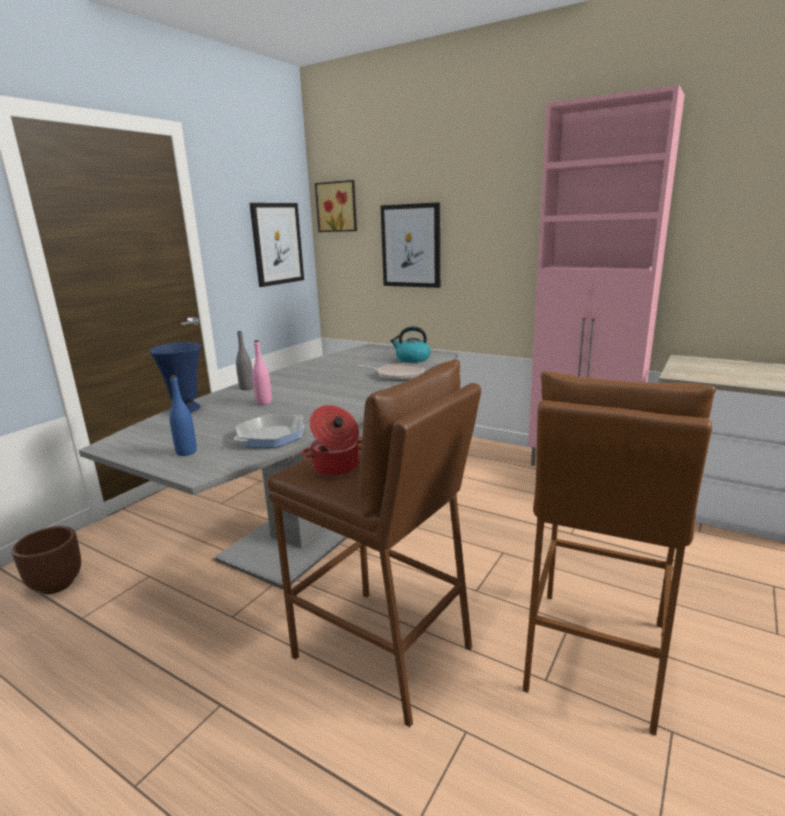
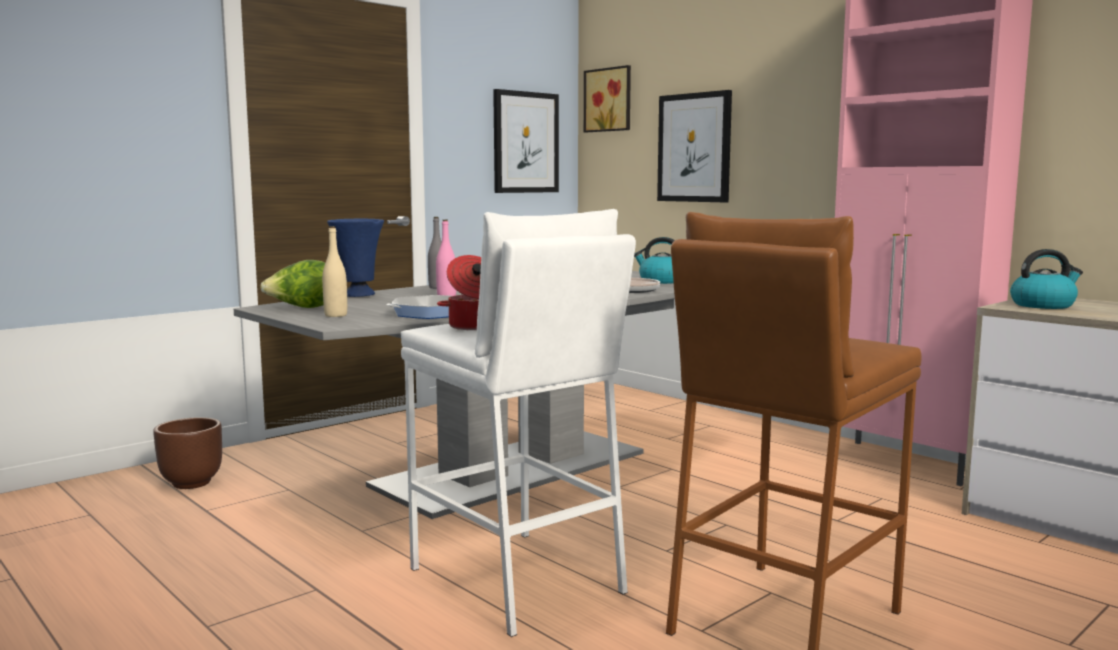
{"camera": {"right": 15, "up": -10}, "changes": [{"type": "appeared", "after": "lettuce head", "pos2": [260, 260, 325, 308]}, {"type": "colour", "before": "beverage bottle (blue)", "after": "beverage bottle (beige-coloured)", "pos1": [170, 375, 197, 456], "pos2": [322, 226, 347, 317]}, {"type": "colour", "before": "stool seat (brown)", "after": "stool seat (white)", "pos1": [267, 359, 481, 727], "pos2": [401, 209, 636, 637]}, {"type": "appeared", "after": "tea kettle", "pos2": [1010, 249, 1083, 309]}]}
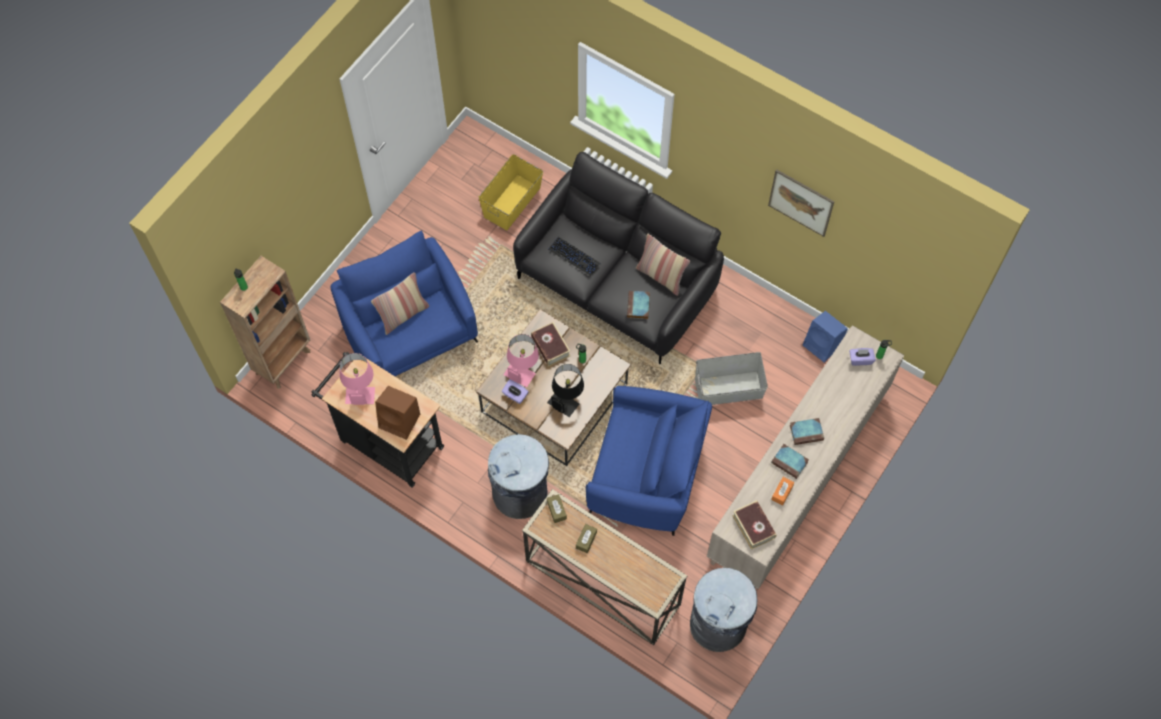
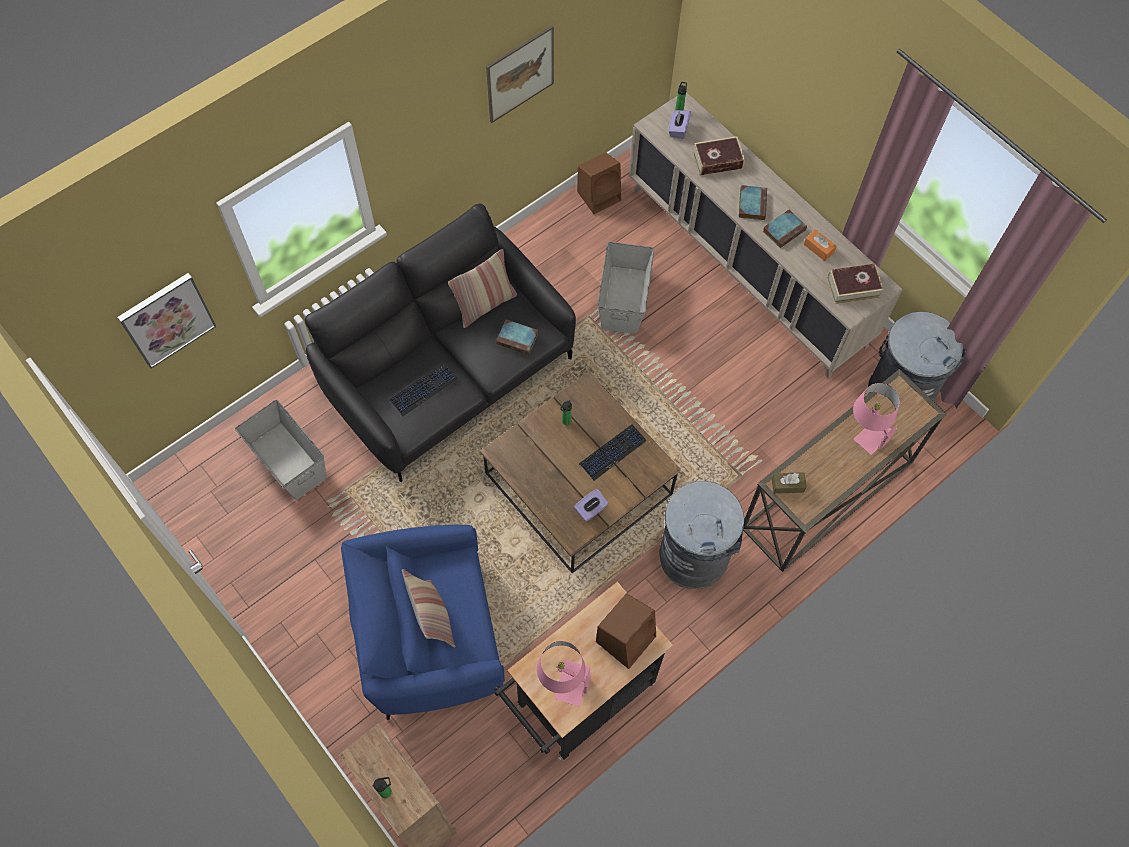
{"camera": {"right": -75, "up": 0}, "changes": [{"type": "appeared", "after": "wall art", "pos2": [118, 273, 216, 368]}, {"type": "colour", "before": "storage container (yellow)", "after": "storage container (greyish)", "pos1": [478, 154, 543, 230], "pos2": [235, 400, 327, 500]}, {"type": "colour", "before": "loudspeaker (blue)", "after": "loudspeaker (brown)", "pos1": [803, 311, 848, 363], "pos2": [577, 153, 621, 214]}, {"type": "exchanged", "before": "tabletop lamp (blackish)", "after": "keyboard", "pos1": [547, 364, 584, 417], "pos2": [579, 424, 647, 481]}, {"type": "relocated", "before": "book", "pos1": [531, 322, 570, 367], "pos2": [693, 136, 745, 176]}, {"type": "relocated", "before": "tabletop lamp (pinkish)", "pos1": [504, 334, 539, 387], "pos2": [853, 383, 900, 455]}, {"type": "missing", "before": "tissue holder (brown)", "pos1": [576, 524, 597, 553]}, {"type": "missing", "before": "lounge chair (blue)", "pos1": [586, 386, 712, 536]}]}
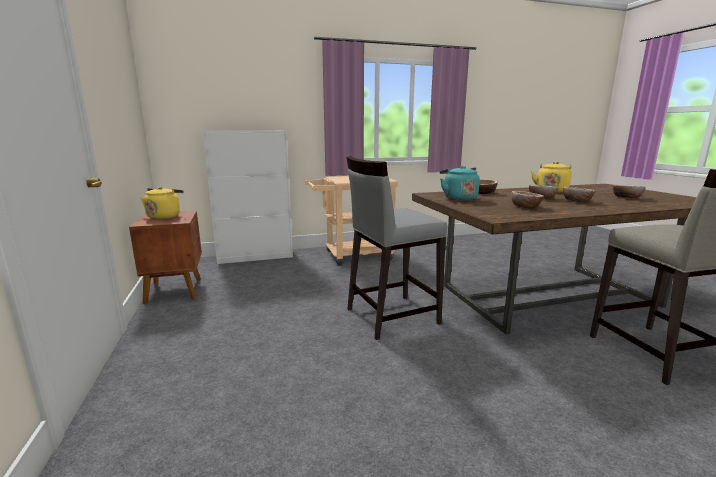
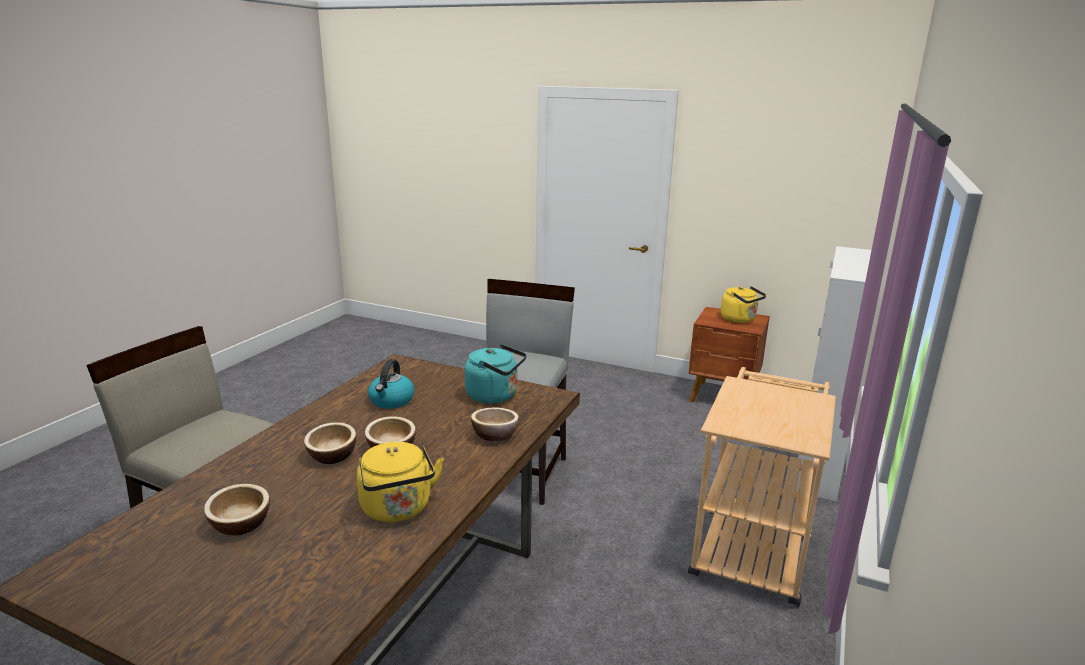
{"camera": {"right": 130, "up": 5}, "changes": [{"type": "exchanged", "before": "bowl", "after": "tea kettle", "pos1": [511, 191, 544, 208], "pos2": [368, 359, 414, 409]}]}
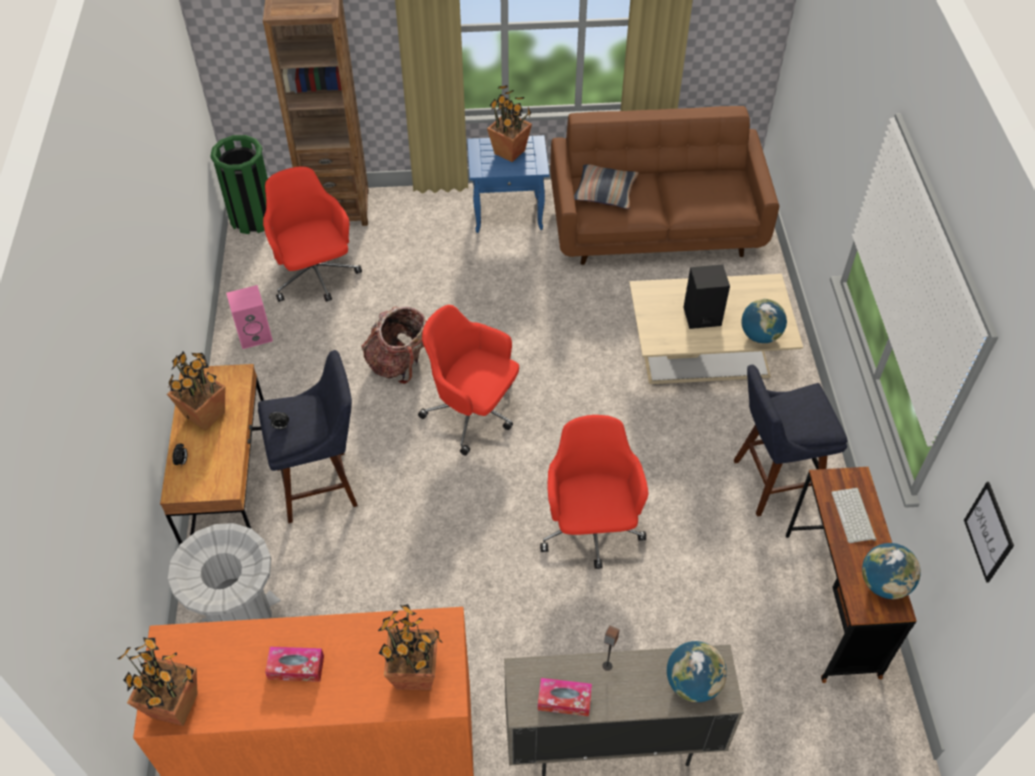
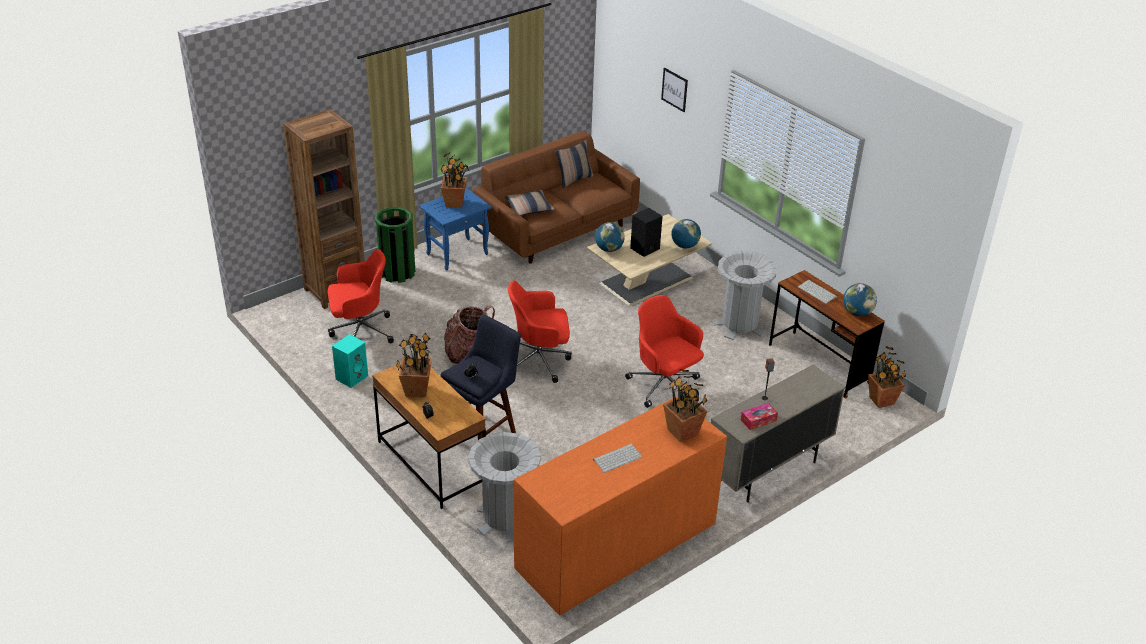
{"camera": {"right": -35, "up": -15}, "changes": [{"type": "spun", "before": "office chair (reddish)", "pos1": [263, 167, 362, 302], "pos2": [328, 249, 394, 343], "turn": 135}, {"type": "colour", "before": "loudspeaker (pinkish)", "after": "loudspeaker (blue-green)", "pos1": [226, 285, 273, 349], "pos2": [332, 334, 368, 388]}, {"type": "relocated", "before": "rubbish bin (greenish)", "pos1": [210, 135, 268, 234], "pos2": [375, 207, 415, 283]}, {"type": "appeared", "after": "cushion", "pos2": [556, 140, 593, 188]}, {"type": "exchanged", "before": "tissue holder", "after": "keyboard", "pos1": [265, 647, 324, 682], "pos2": [593, 444, 642, 473]}, {"type": "relocated", "before": "world globe", "pos1": [667, 641, 727, 702], "pos2": [595, 222, 625, 252]}, {"type": "relocated", "before": "wall art", "pos1": [964, 482, 1014, 583], "pos2": [661, 68, 688, 112]}, {"type": "exchanged", "before": "stool seat (blue)", "after": "rubbish bin (greyish)", "pos1": [734, 365, 847, 517], "pos2": [714, 251, 777, 340]}, {"type": "relocated", "before": "potted plant", "pos1": [117, 638, 197, 726], "pos2": [868, 346, 906, 408]}]}
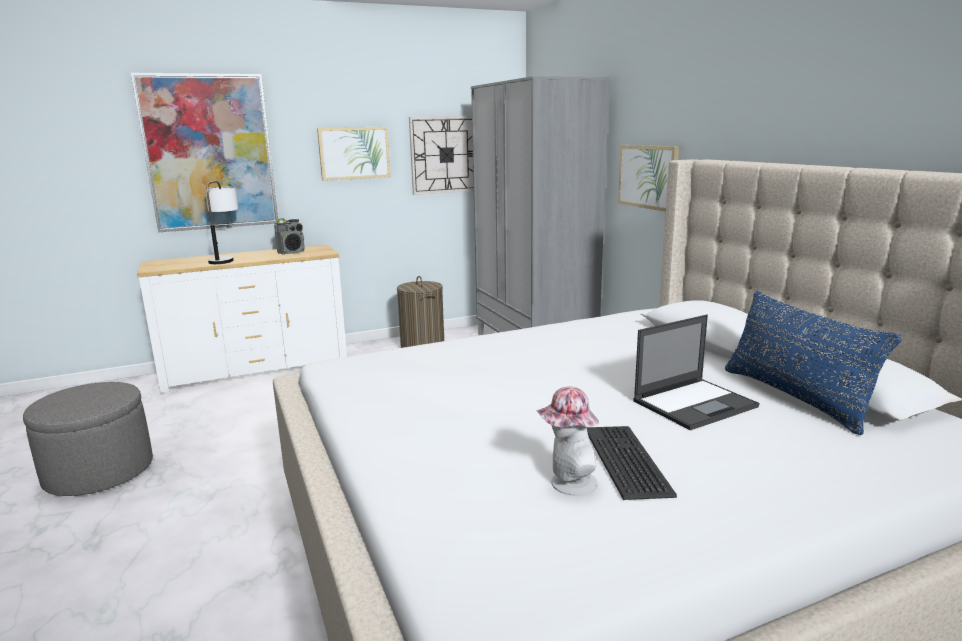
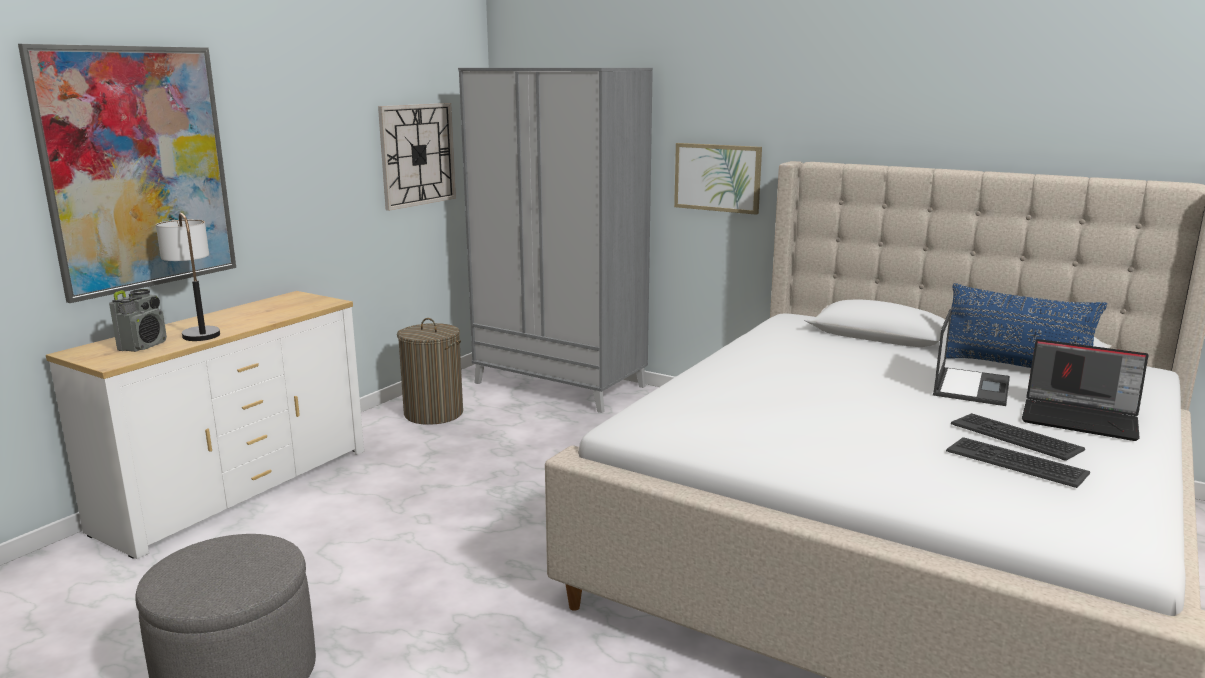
{"camera": {"right": -35, "up": 0}, "changes": [{"type": "relocated", "before": "radio receiver", "pos1": [274, 218, 305, 255], "pos2": [109, 289, 167, 352]}, {"type": "exchanged", "before": "clothing hat", "after": "keyboard", "pos1": [536, 386, 599, 496], "pos2": [946, 437, 1090, 488]}, {"type": "appeared", "after": "laptop", "pos2": [1022, 339, 1149, 441]}, {"type": "missing", "before": "wall art", "pos1": [317, 127, 391, 181]}]}
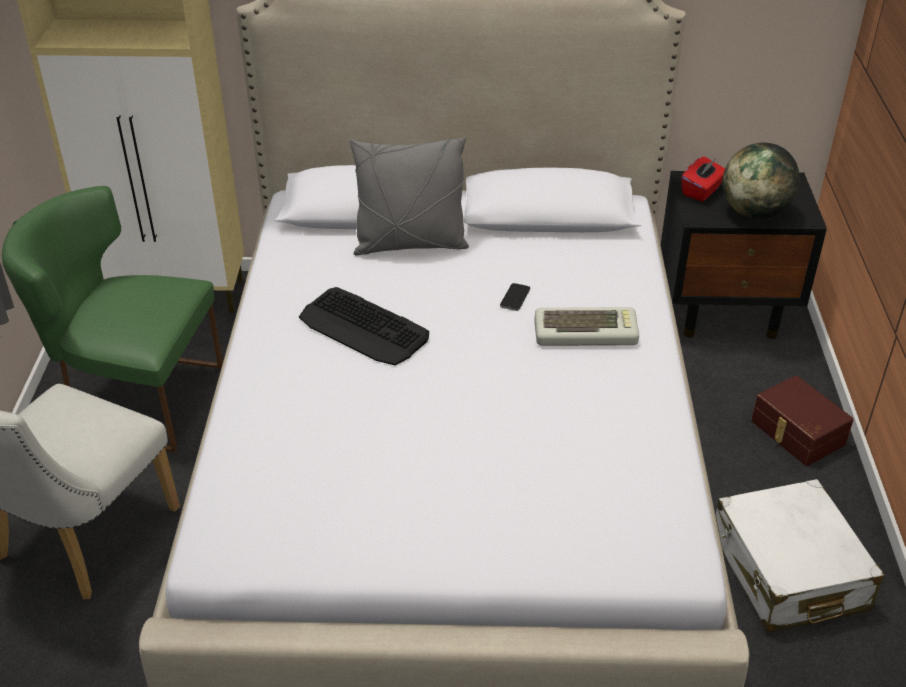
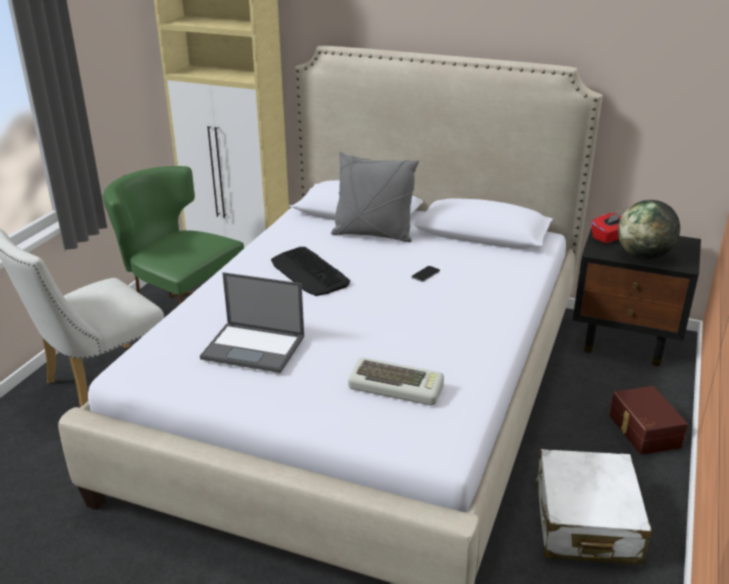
{"camera": {"right": 20, "up": -10}, "changes": [{"type": "appeared", "after": "laptop", "pos2": [200, 272, 304, 373]}, {"type": "relocated", "before": "keyboard", "pos1": [534, 307, 639, 346], "pos2": [348, 357, 444, 405]}]}
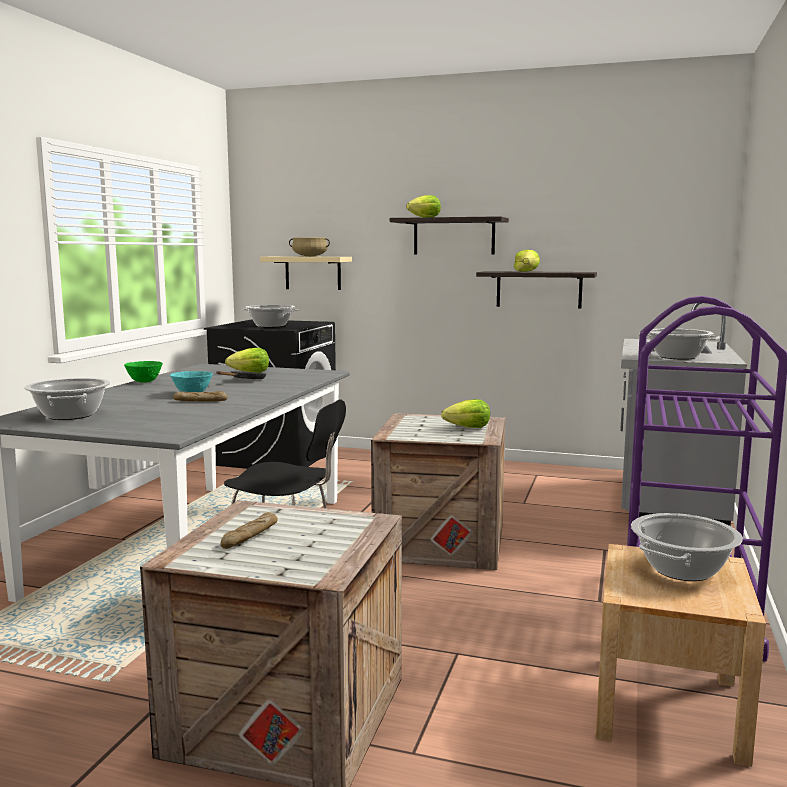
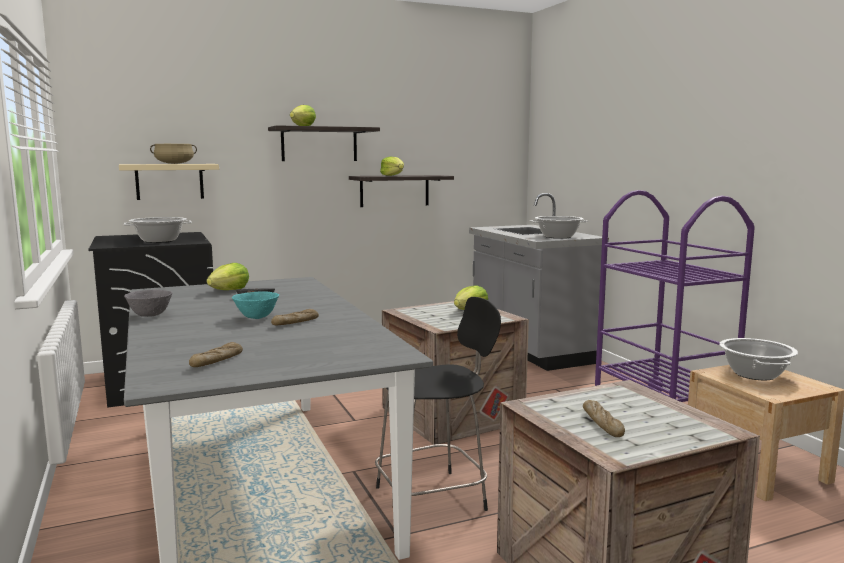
{"camera": {"right": -40, "up": 0}, "changes": [{"type": "colour", "before": "bowl (greenish)", "after": "bowl (greyish)", "pos1": [124, 361, 163, 383], "pos2": [124, 290, 172, 317]}, {"type": "exchanged", "before": "cooking pot", "after": "bread", "pos1": [24, 378, 111, 420], "pos2": [189, 342, 243, 367]}]}
